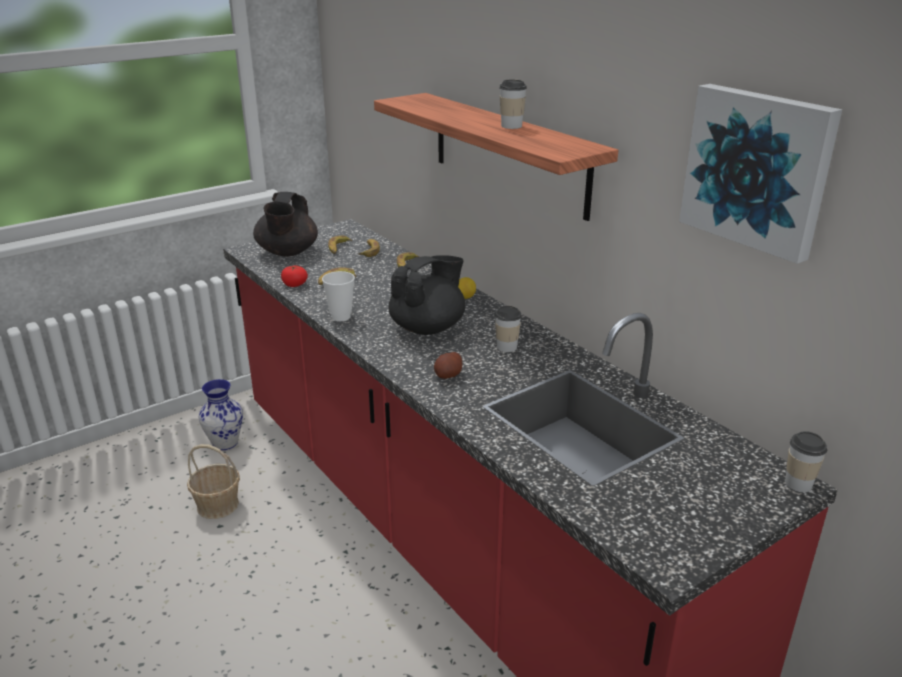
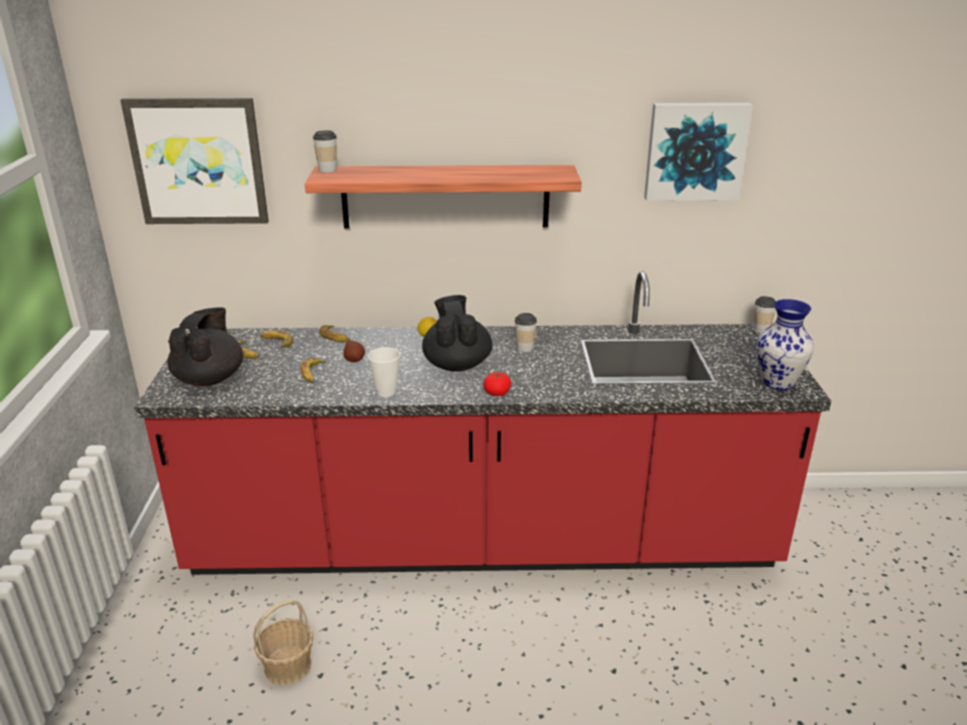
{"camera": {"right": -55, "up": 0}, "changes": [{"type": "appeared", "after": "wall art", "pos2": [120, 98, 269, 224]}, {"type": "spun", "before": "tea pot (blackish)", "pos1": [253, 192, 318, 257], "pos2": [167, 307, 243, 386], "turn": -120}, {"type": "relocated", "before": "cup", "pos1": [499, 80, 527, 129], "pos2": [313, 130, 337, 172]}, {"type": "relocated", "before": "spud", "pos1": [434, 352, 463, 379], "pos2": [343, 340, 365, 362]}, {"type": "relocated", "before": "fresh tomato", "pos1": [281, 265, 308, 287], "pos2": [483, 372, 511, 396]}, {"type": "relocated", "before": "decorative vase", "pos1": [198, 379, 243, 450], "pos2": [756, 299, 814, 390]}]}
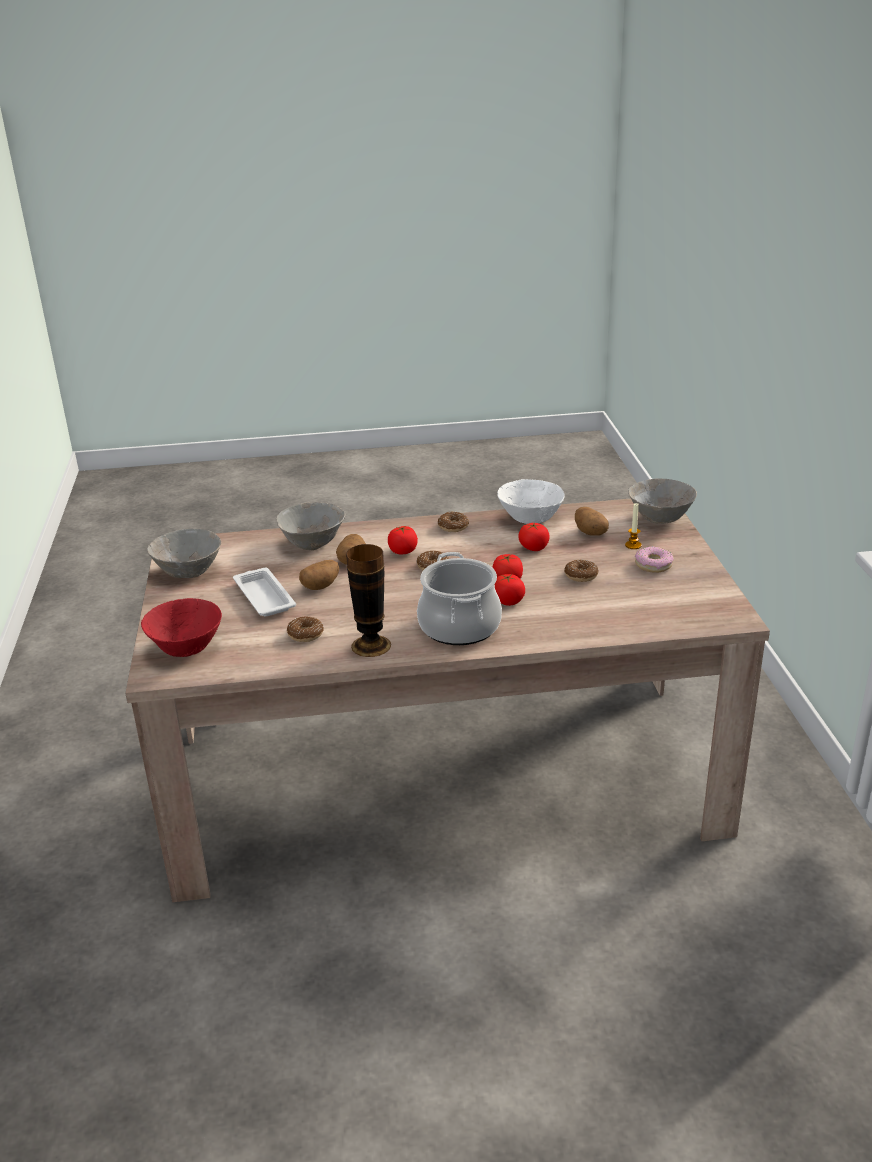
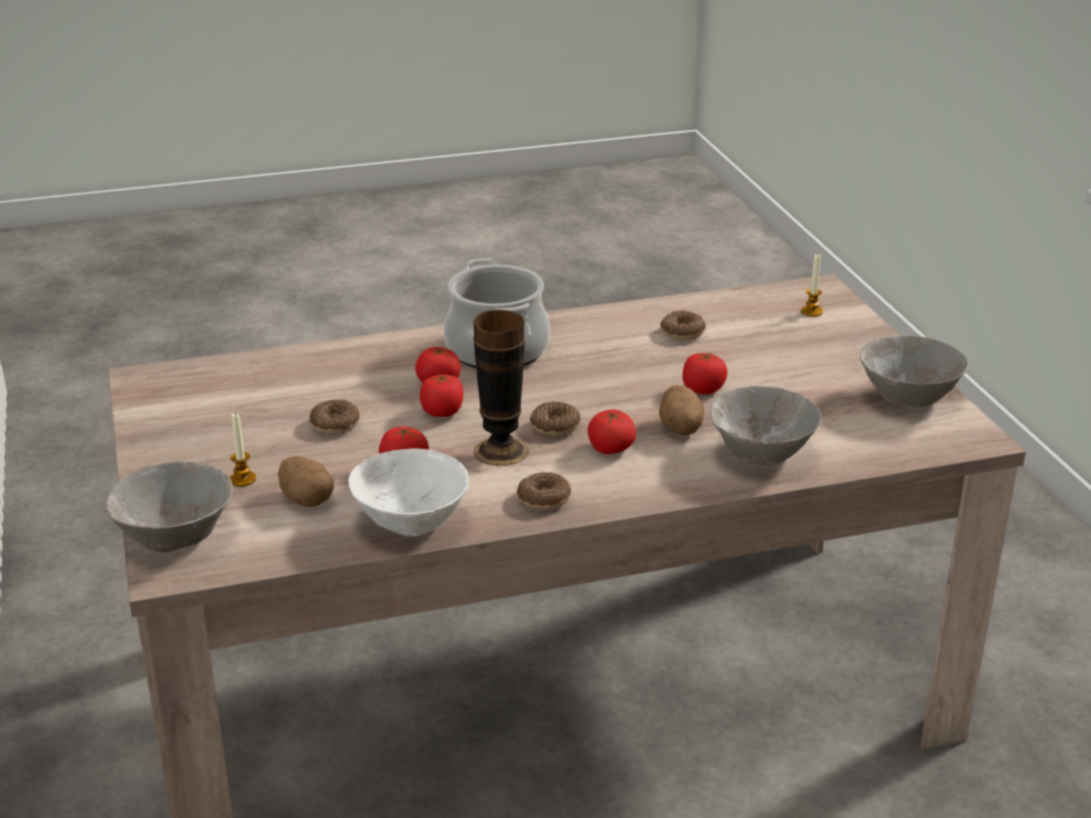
{"camera": {"right": 170, "up": 0}, "changes": [{"type": "relocated", "before": "decorative vase", "pos1": [346, 544, 391, 657], "pos2": [473, 310, 529, 466]}, {"type": "exchanged", "before": "spud", "after": "fresh tomato", "pos1": [299, 560, 339, 590], "pos2": [682, 353, 728, 394]}, {"type": "exchanged", "before": "bowl (reddish)", "after": "wax candle", "pos1": [141, 598, 222, 657], "pos2": [801, 254, 823, 317]}, {"type": "missing", "before": "carrying tray (white)", "pos1": [233, 568, 296, 616]}, {"type": "missing", "before": "donut", "pos1": [635, 546, 674, 573]}]}
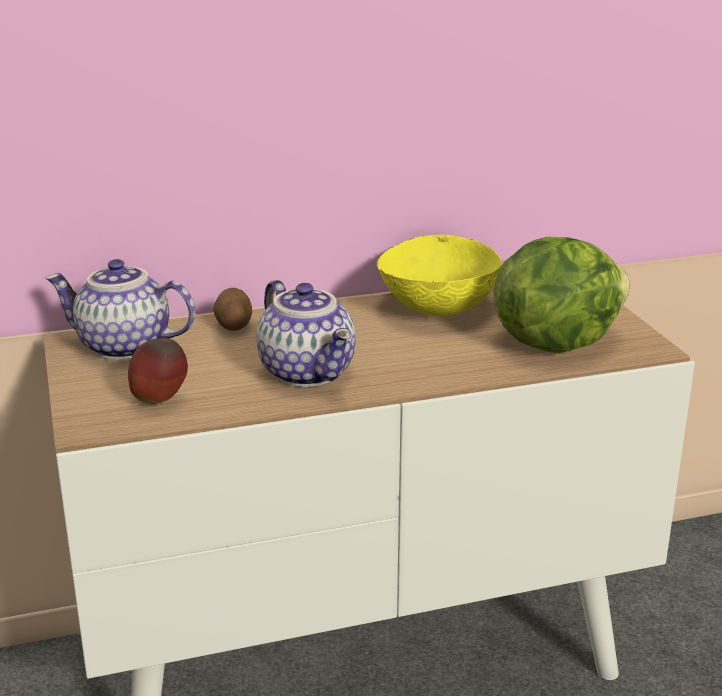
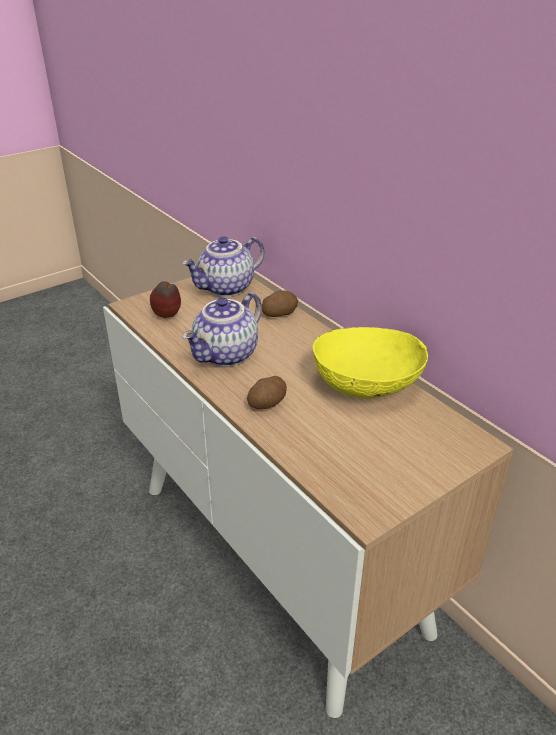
{"camera": {"right": 70, "up": 10}, "changes": [{"type": "spun", "before": "tea pot", "pos1": [45, 259, 195, 360], "pos2": [182, 236, 265, 297], "turn": -120}, {"type": "appeared", "after": "spud", "pos2": [247, 376, 287, 409]}, {"type": "missing", "before": "lettuce head", "pos1": [494, 237, 631, 353]}]}
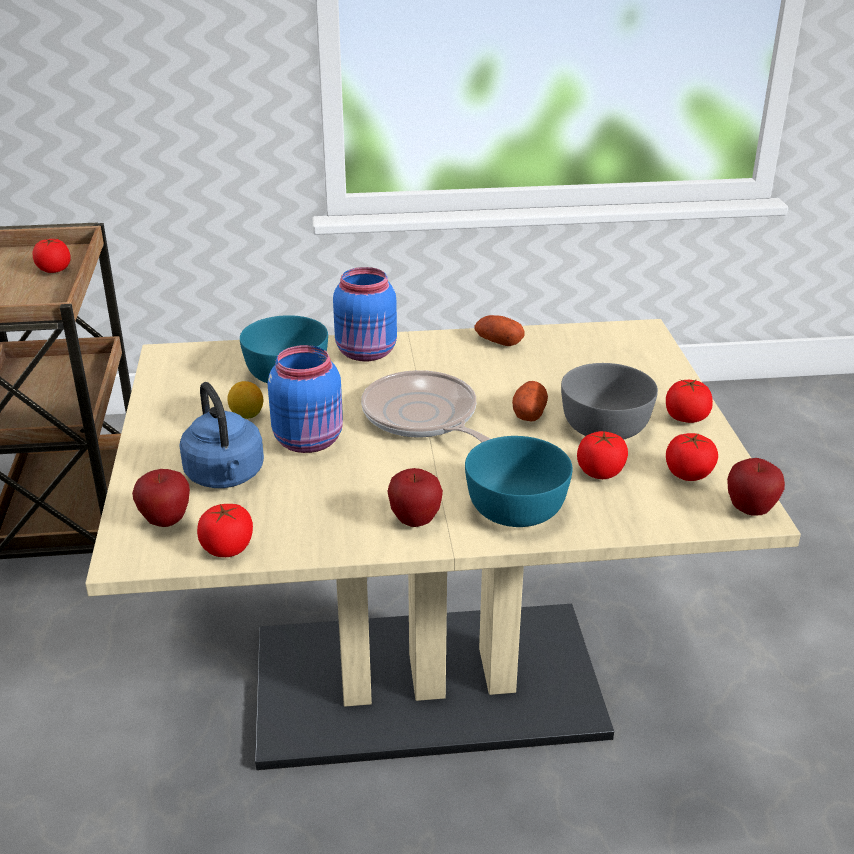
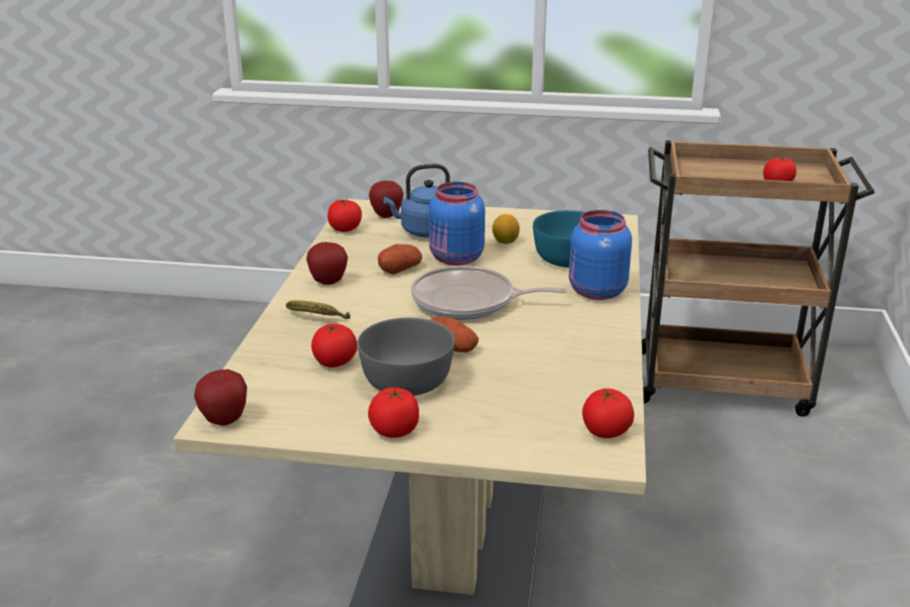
{"camera": {"right": 105, "up": -5}, "changes": [{"type": "exchanged", "before": "bowl (blue-green)", "after": "whole banana", "pos1": [465, 436, 572, 527], "pos2": [286, 301, 350, 319]}, {"type": "relocated", "before": "spud", "pos1": [474, 315, 524, 346], "pos2": [378, 244, 422, 274]}, {"type": "spun", "before": "skillet", "pos1": [361, 370, 490, 442], "pos2": [411, 266, 567, 320], "turn": -150}, {"type": "relocated", "before": "fresh tomato", "pos1": [666, 433, 718, 481], "pos2": [582, 387, 634, 438]}]}
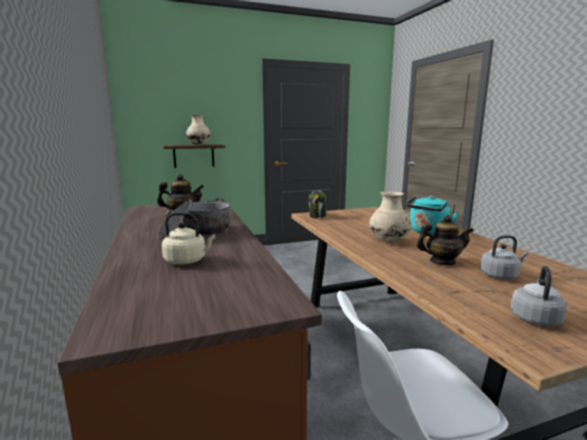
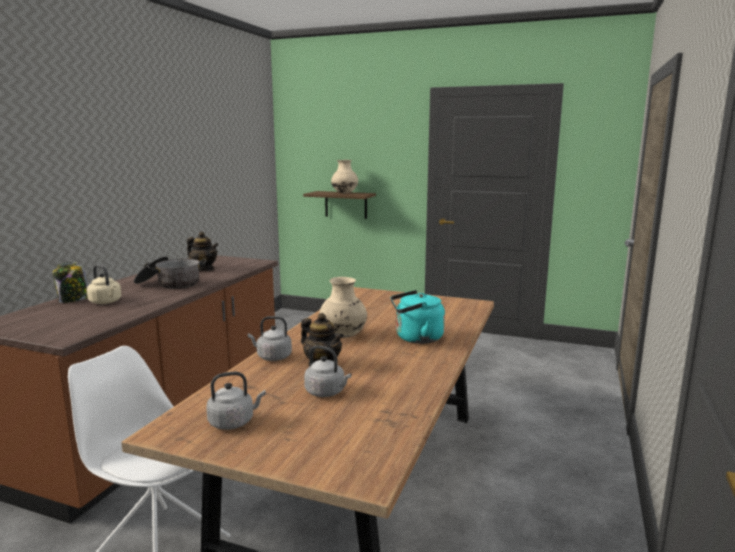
{"camera": {"right": 40, "up": 0}, "changes": [{"type": "relocated", "before": "jar", "pos1": [309, 190, 326, 218], "pos2": [53, 262, 88, 303]}, {"type": "appeared", "after": "tea kettle (greyish)", "pos2": [248, 316, 292, 361]}]}
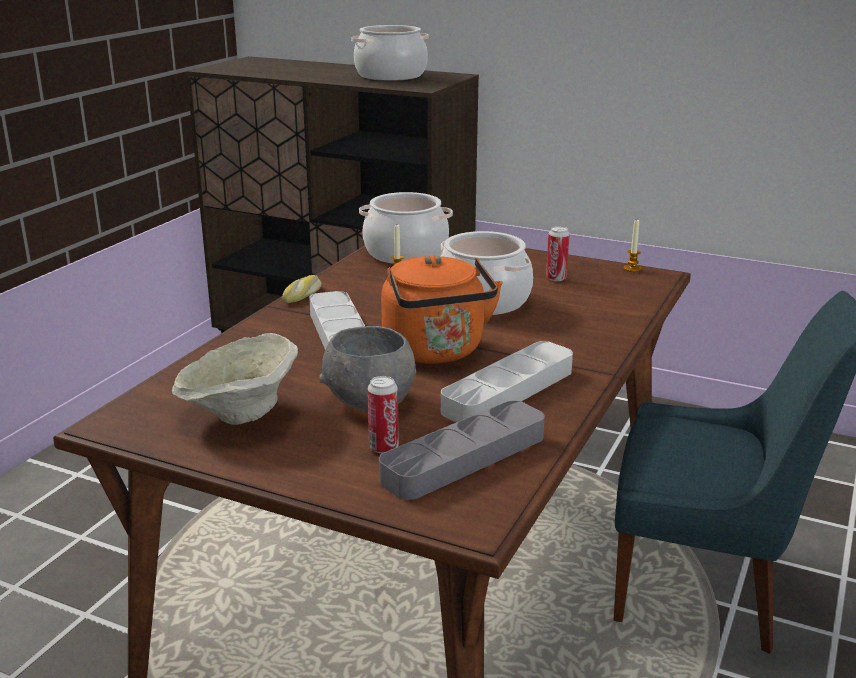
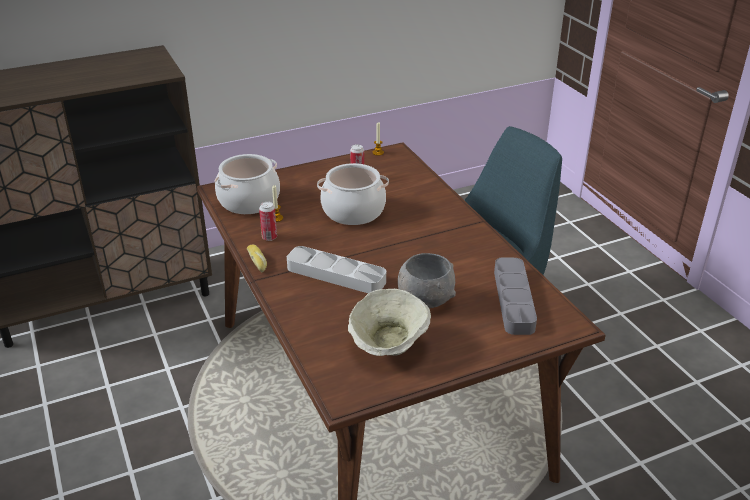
{"camera": {"right": -50, "up": 10}, "changes": [{"type": "relocated", "before": "can", "pos1": [367, 376, 399, 454], "pos2": [259, 201, 277, 241]}, {"type": "missing", "before": "cooking pot", "pos1": [351, 25, 429, 81]}, {"type": "missing", "before": "tea kettle (orange)", "pos1": [381, 255, 503, 364]}, {"type": "missing", "before": "carrying tray (greyish)", "pos1": [441, 341, 573, 422]}]}
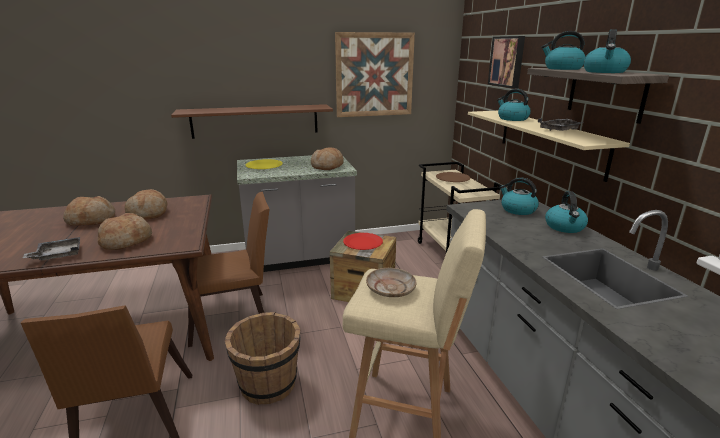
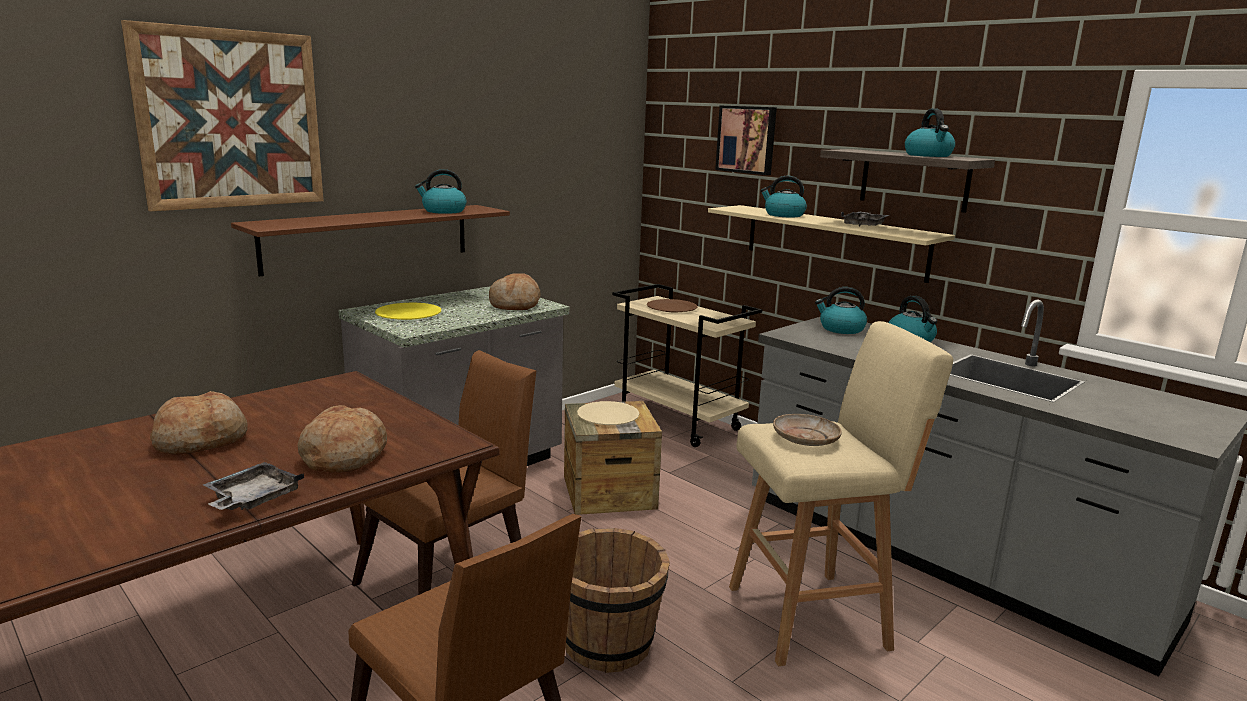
{"camera": {"right": -30, "up": -5}, "changes": [{"type": "relocated", "before": "wall art", "pos1": [335, 32, 415, 117], "pos2": [121, 20, 323, 212]}, {"type": "relocated", "before": "tea kettle", "pos1": [541, 31, 586, 70], "pos2": [415, 169, 467, 214]}, {"type": "colour", "before": "flat dish (reddish)", "after": "flat dish (beige-coloured)", "pos1": [343, 233, 383, 250], "pos2": [577, 401, 640, 425]}, {"type": "missing", "before": "bread", "pos1": [125, 189, 167, 220]}]}
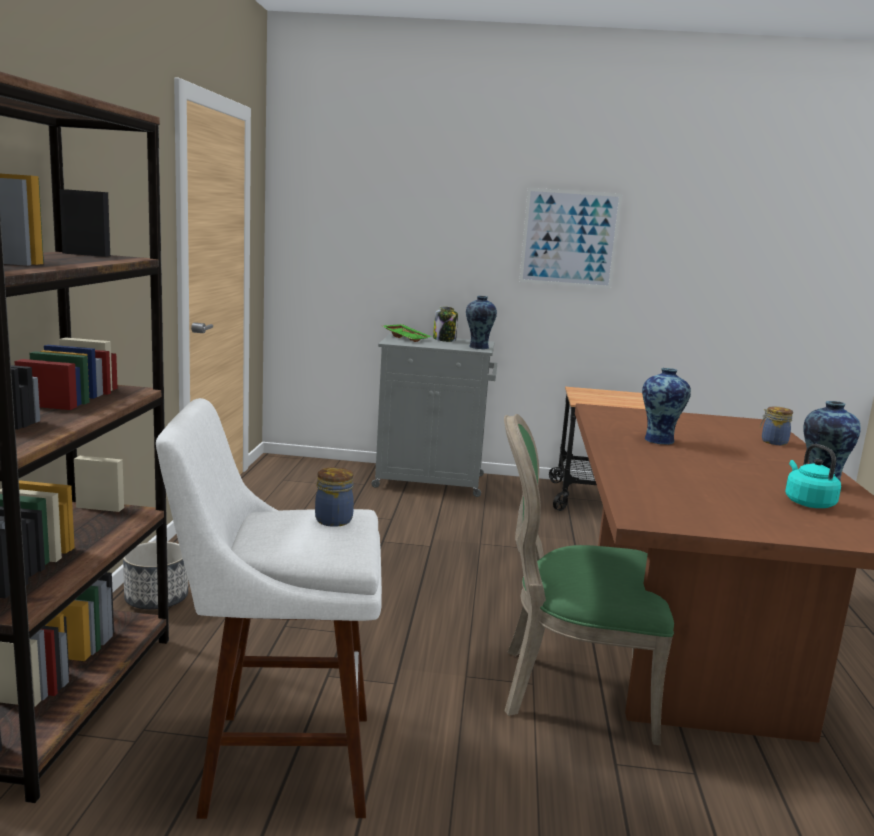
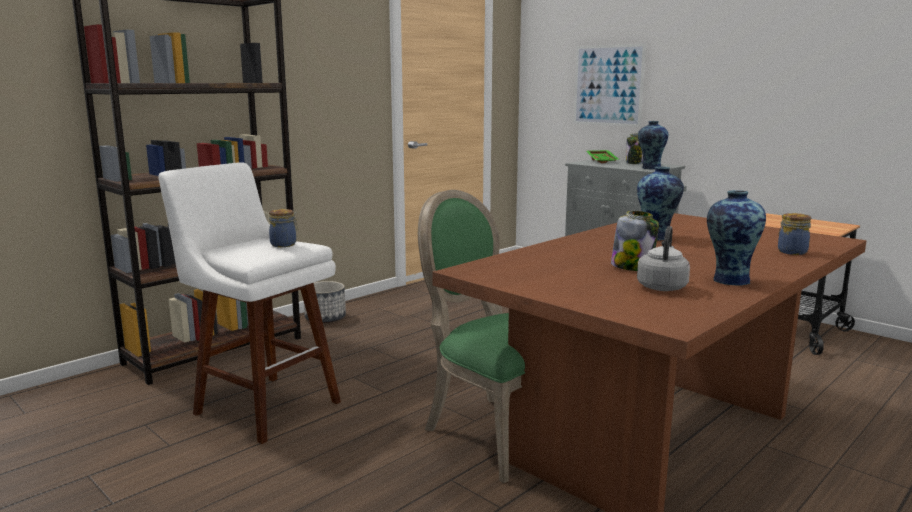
{"camera": {"right": 40, "up": 0}, "changes": [{"type": "relocated", "before": "wall art", "pos1": [519, 188, 622, 289], "pos2": [574, 44, 646, 127]}, {"type": "appeared", "after": "jar", "pos2": [611, 211, 659, 271]}, {"type": "colour", "before": "tea kettle (blue-green)", "after": "tea kettle (greyish)", "pos1": [785, 444, 841, 508], "pos2": [637, 226, 690, 291]}]}
